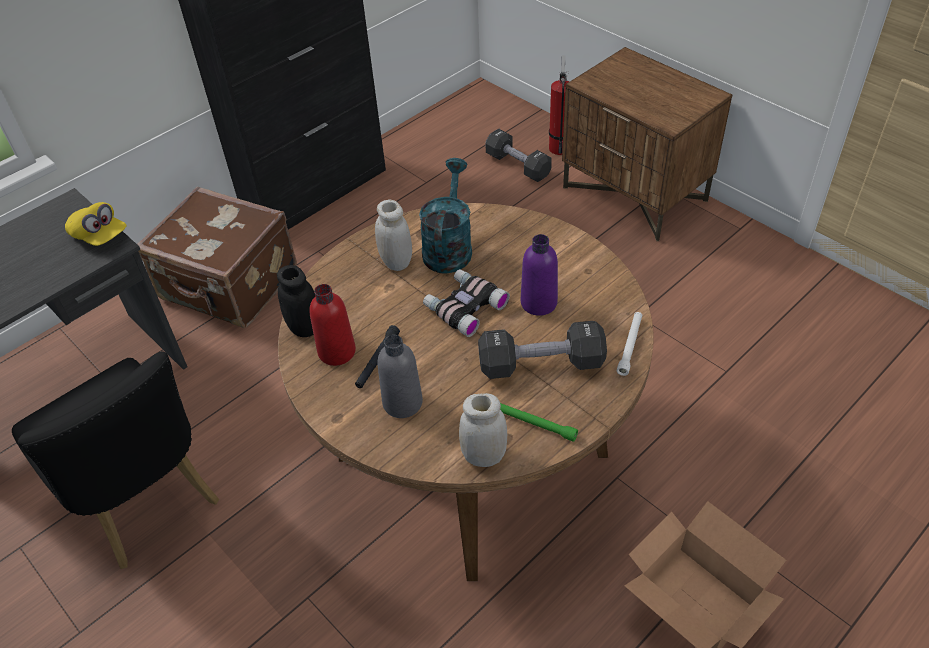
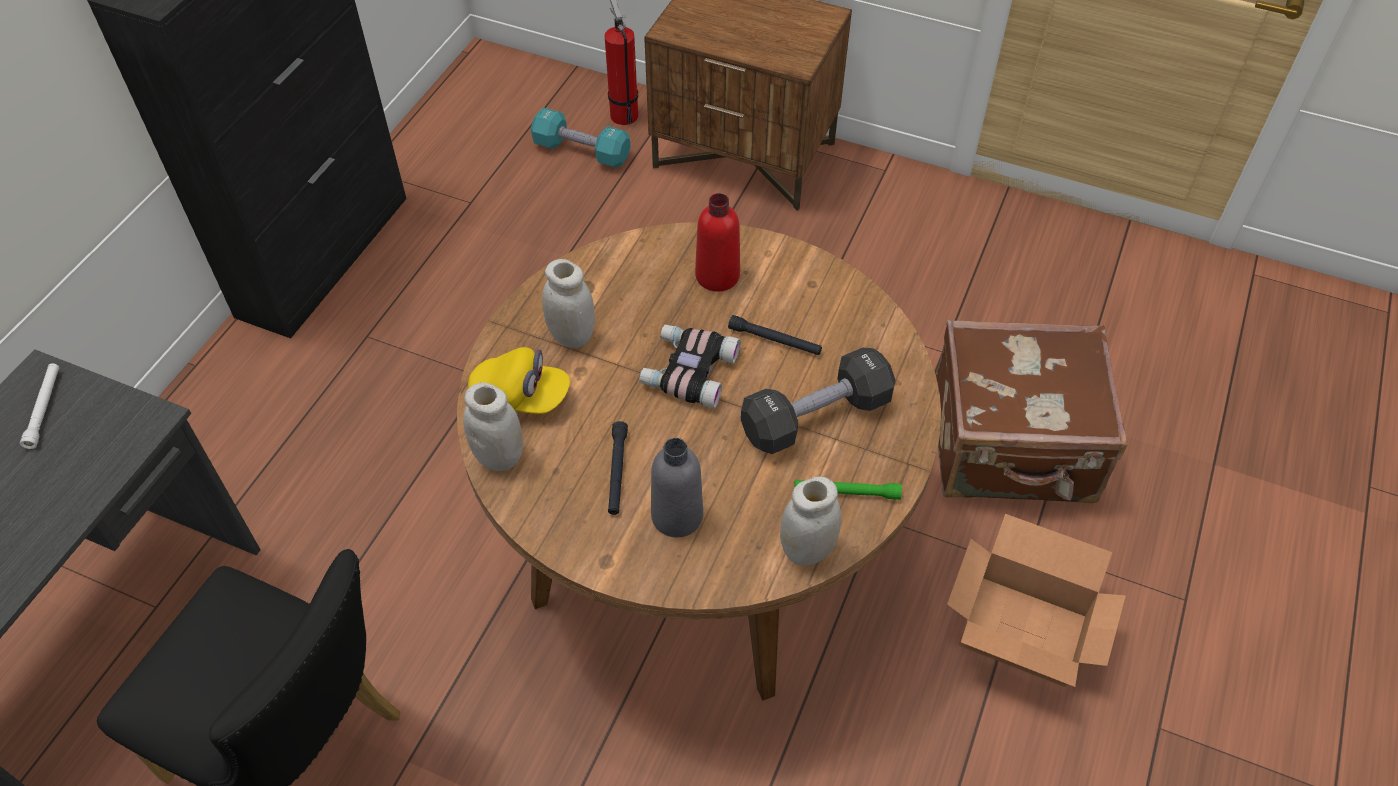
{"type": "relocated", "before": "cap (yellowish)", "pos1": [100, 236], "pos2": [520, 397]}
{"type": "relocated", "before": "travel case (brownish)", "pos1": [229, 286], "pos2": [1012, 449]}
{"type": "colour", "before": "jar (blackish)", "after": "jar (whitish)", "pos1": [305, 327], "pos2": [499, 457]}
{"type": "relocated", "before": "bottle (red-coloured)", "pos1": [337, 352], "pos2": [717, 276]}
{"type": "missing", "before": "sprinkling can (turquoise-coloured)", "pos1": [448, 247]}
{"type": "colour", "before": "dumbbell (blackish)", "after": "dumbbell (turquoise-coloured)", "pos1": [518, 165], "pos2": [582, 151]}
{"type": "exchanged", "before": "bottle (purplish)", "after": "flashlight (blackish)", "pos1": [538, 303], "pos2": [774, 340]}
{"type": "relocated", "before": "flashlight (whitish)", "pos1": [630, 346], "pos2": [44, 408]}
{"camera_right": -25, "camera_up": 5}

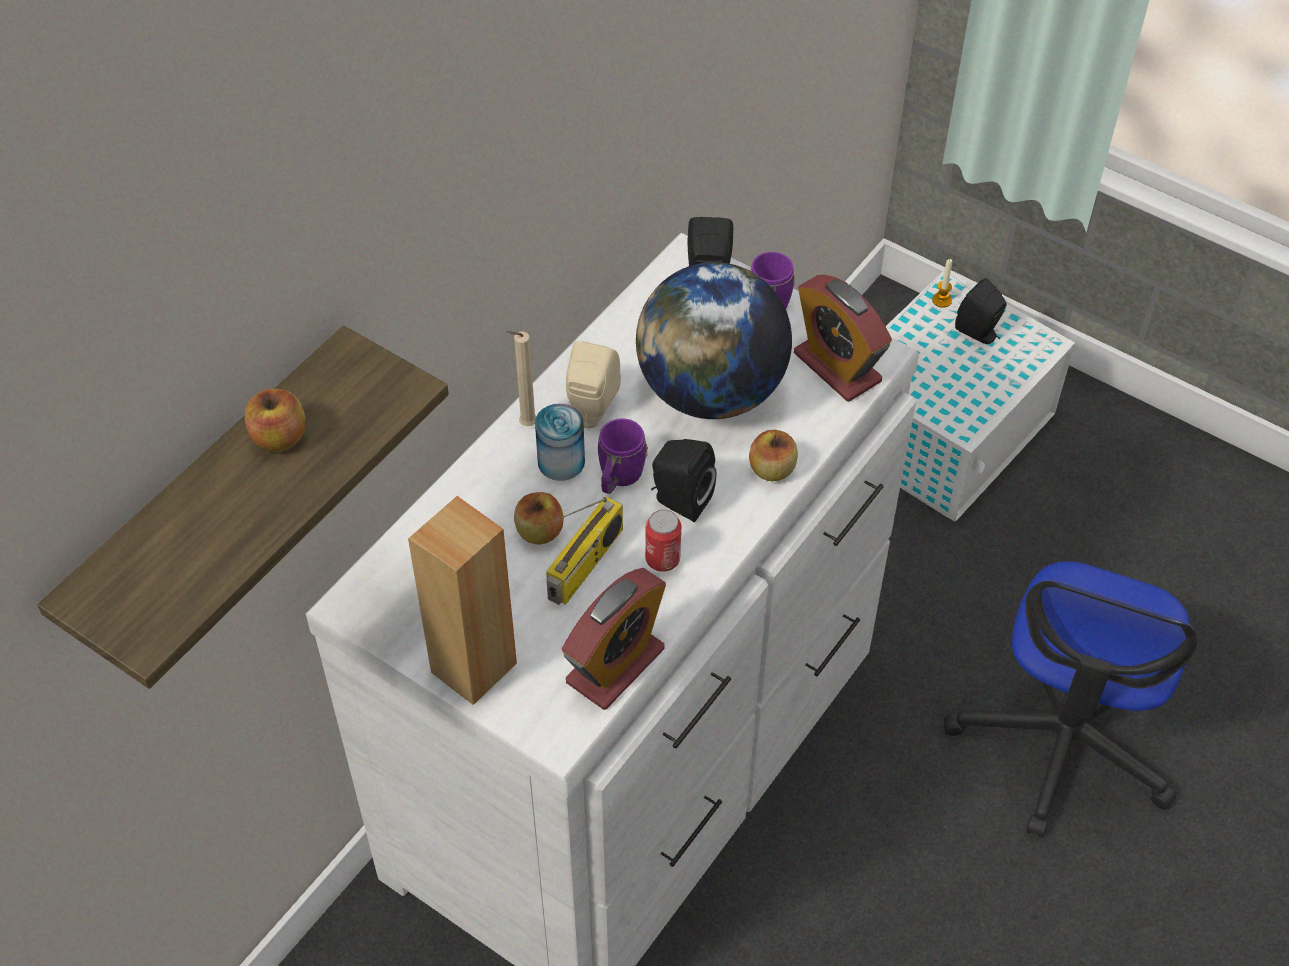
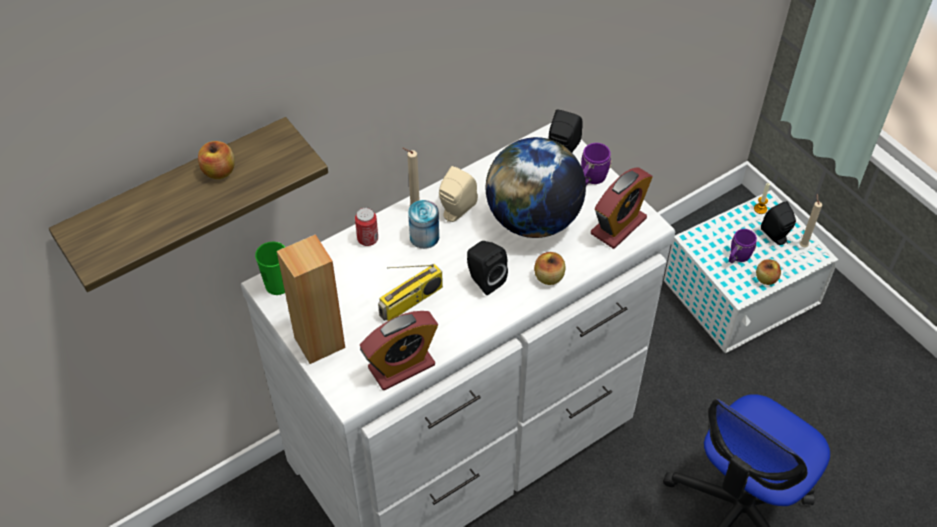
{"type": "relocated", "before": "apple", "pos1": [539, 532], "pos2": [766, 279]}
{"type": "relocated", "before": "coffee mug (purplish)", "pos1": [618, 479], "pos2": [737, 257]}
{"type": "relocated", "before": "can", "pos1": [662, 559], "pos2": [367, 239]}
{"type": "spun", "before": "bedside clock", "pos1": [837, 367], "pos2": [618, 226], "turn": -120}
{"type": "appeared", "after": "cup (greenish)", "pos2": [277, 285]}
{"type": "appeared", "after": "candle (sand-coloured)", "pos2": [802, 245]}
{"camera_right": 20, "camera_up": 0}

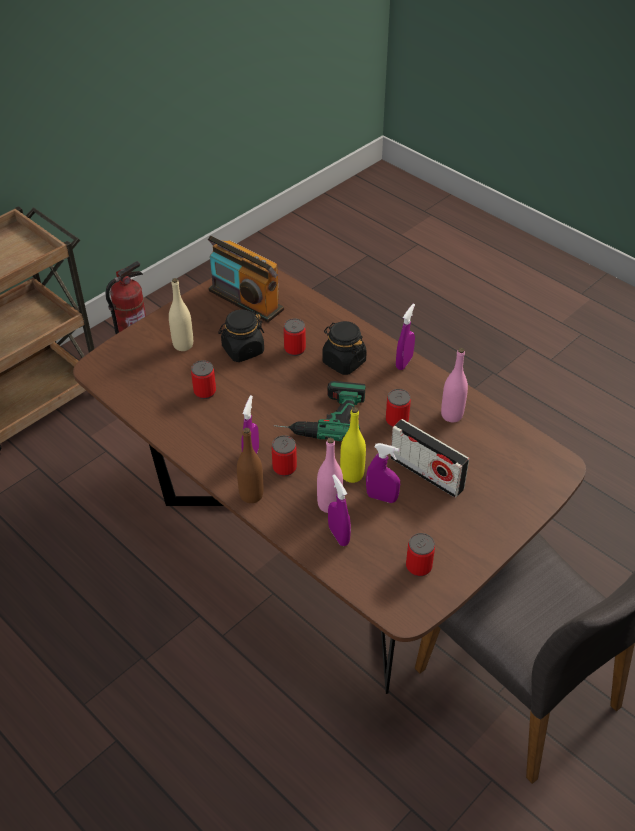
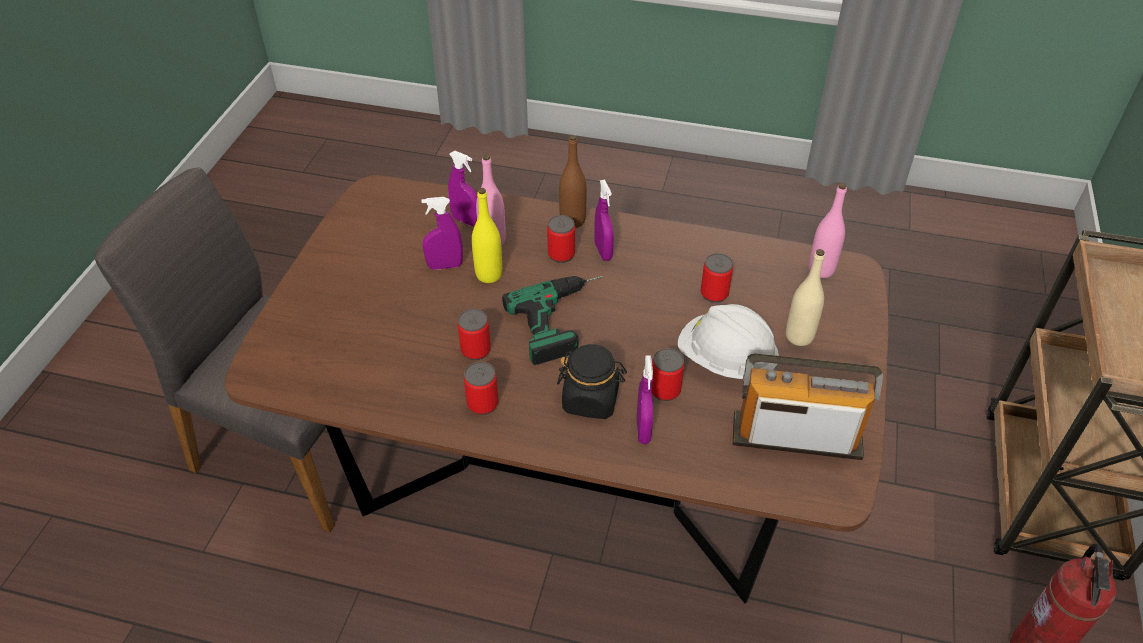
{"type": "exchanged", "before": "jar (blackish)", "after": "hard hat (whitish)", "pos1": [242, 350], "pos2": [725, 361]}
{"type": "missing", "before": "radio", "pos1": [426, 473]}
{"type": "relocated", "before": "sprayer (purplish)", "pos1": [404, 362], "pos2": [643, 430]}
{"type": "relocated", "before": "can", "pos1": [418, 566], "pos2": [482, 404]}
{"type": "relocated", "before": "bottle (pinkish)", "pos1": [451, 415], "pos2": [821, 270]}
{"camera_right": 150, "camera_up": 0}

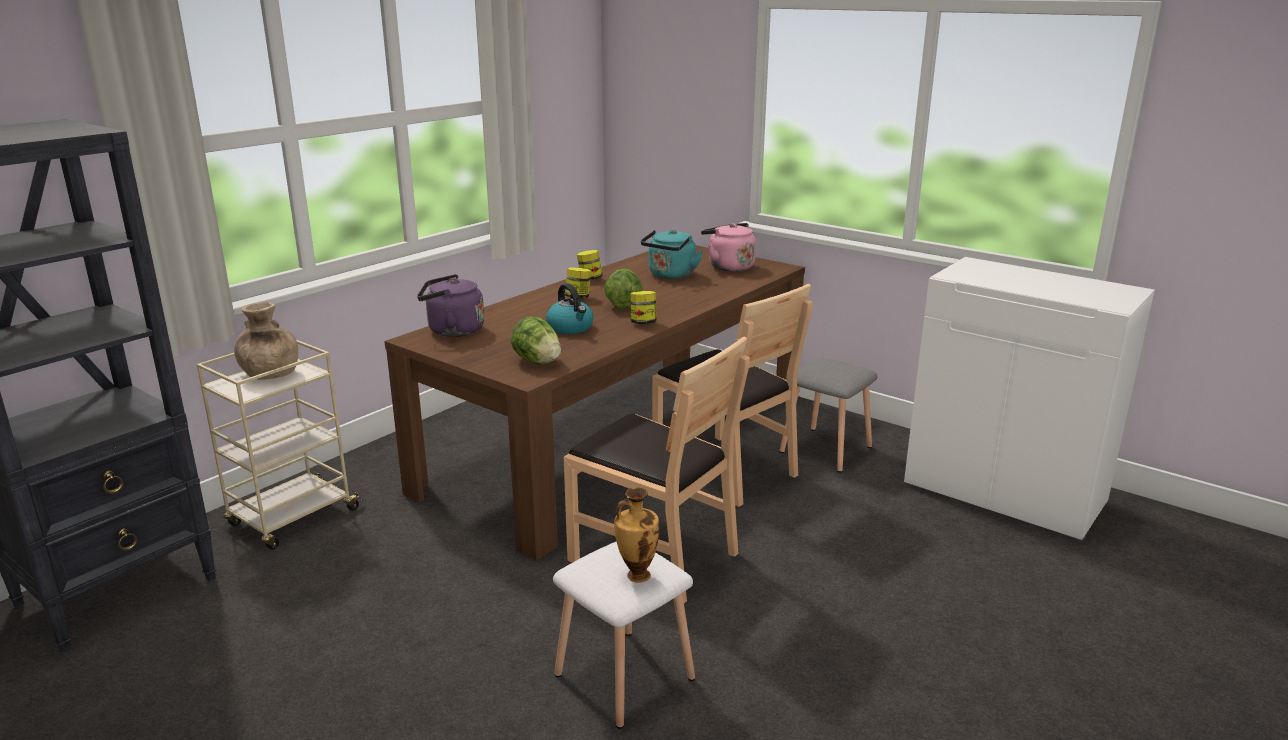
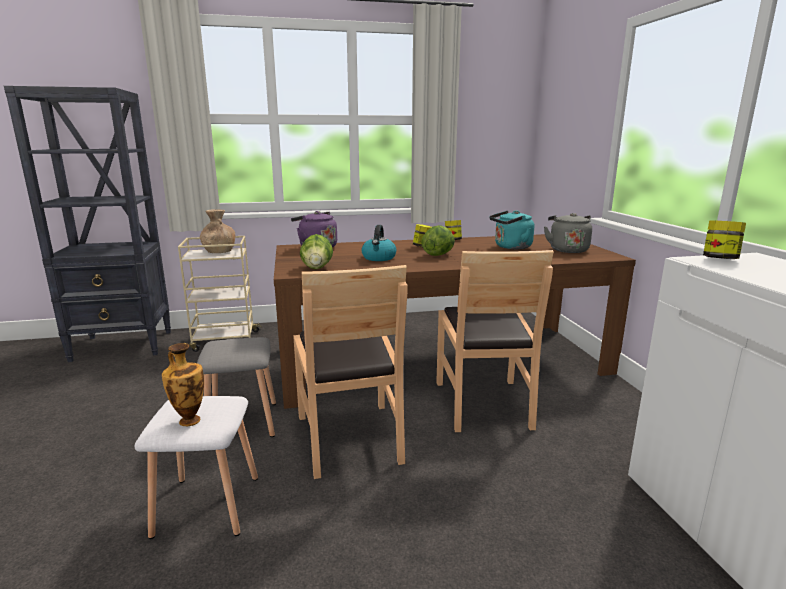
{"type": "relocated", "before": "jar", "pos1": [643, 323], "pos2": [720, 259]}
{"type": "colour", "before": "water kettle (pinkish)", "after": "water kettle (gray)", "pos1": [728, 266], "pos2": [567, 250]}
{"type": "relocated", "before": "stool seat (gray)", "pos1": [827, 449], "pos2": [243, 423]}
{"camera_right": 40, "camera_up": -5}

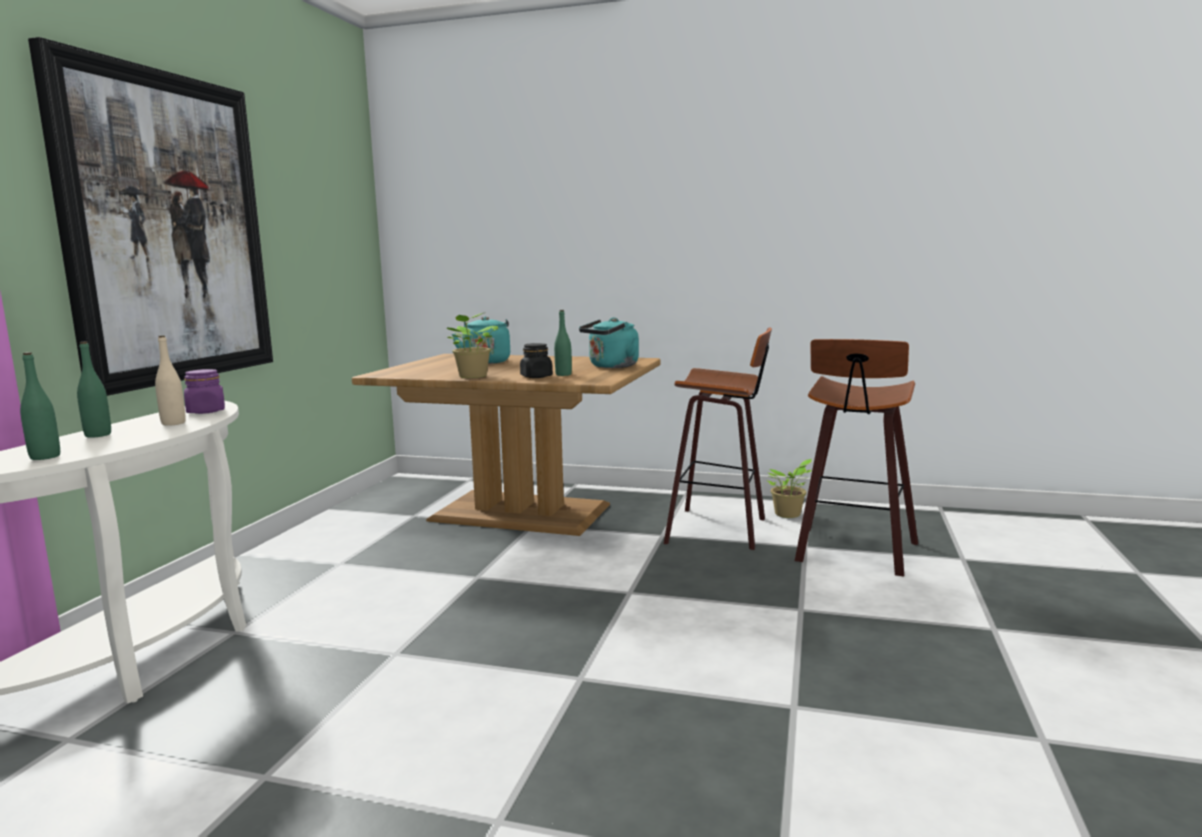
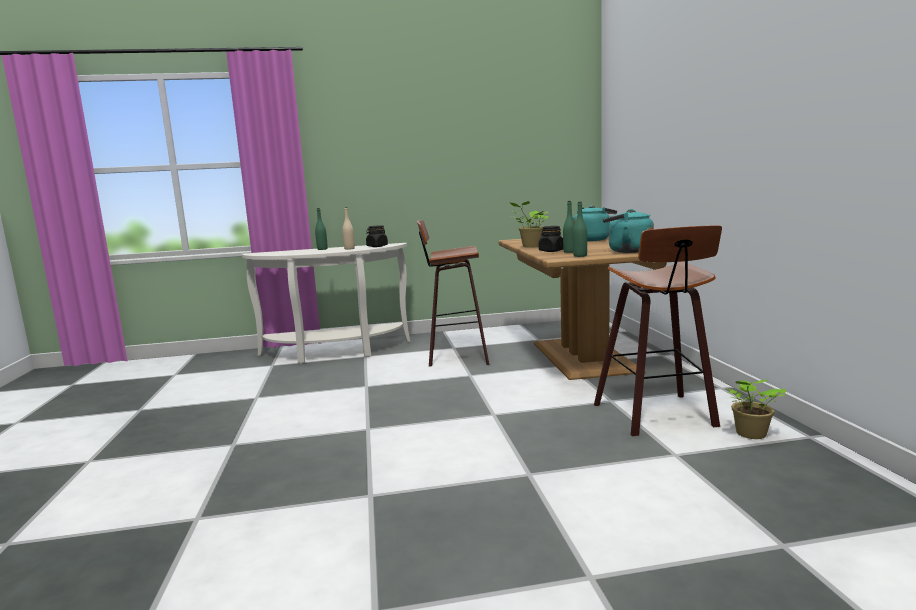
{"type": "relocated", "before": "bottle (greenish)", "pos1": [45, 457], "pos2": [580, 256]}
{"type": "missing", "before": "wall picture", "pos1": [167, 229]}
{"type": "colour", "before": "jar (purplish)", "after": "jar (blackish)", "pos1": [206, 411], "pos2": [377, 246]}
{"type": "relocated", "before": "stool seat", "pos1": [854, 553], "pos2": [456, 355]}
{"camera_right": 65, "camera_up": 0}

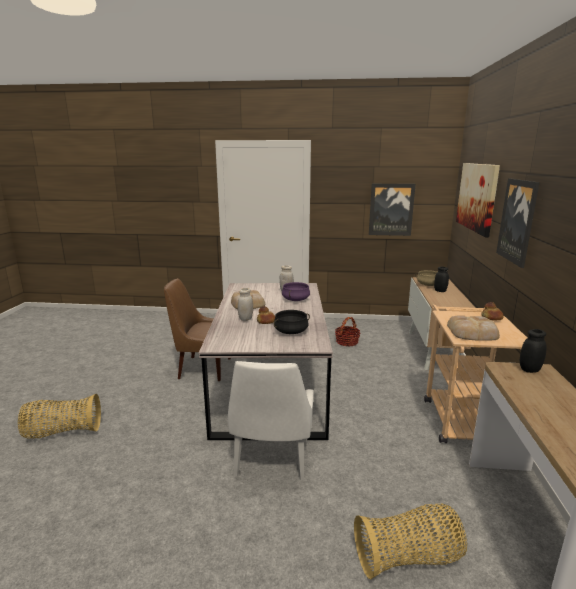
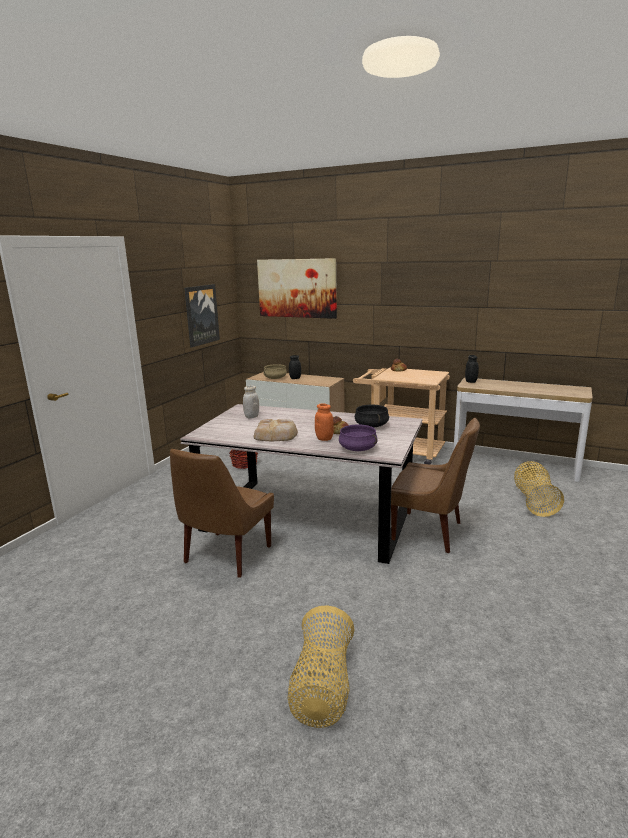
{"type": "colour", "before": "plain chair (whitish)", "after": "plain chair (brownish)", "pos1": [271, 460], "pos2": [430, 532]}
{"type": "colour", "before": "jar (whitish)", "after": "jar (orangey)", "pos1": [246, 319], "pos2": [324, 439]}
{"type": "relocated", "before": "stockpot (purplish)", "pos1": [296, 299], "pos2": [358, 448]}
{"type": "missing", "before": "bakery bread", "pos1": [473, 333]}
{"type": "missing", "before": "wall picture", "pos1": [518, 221]}
{"camera_right": -70, "camera_up": 0}

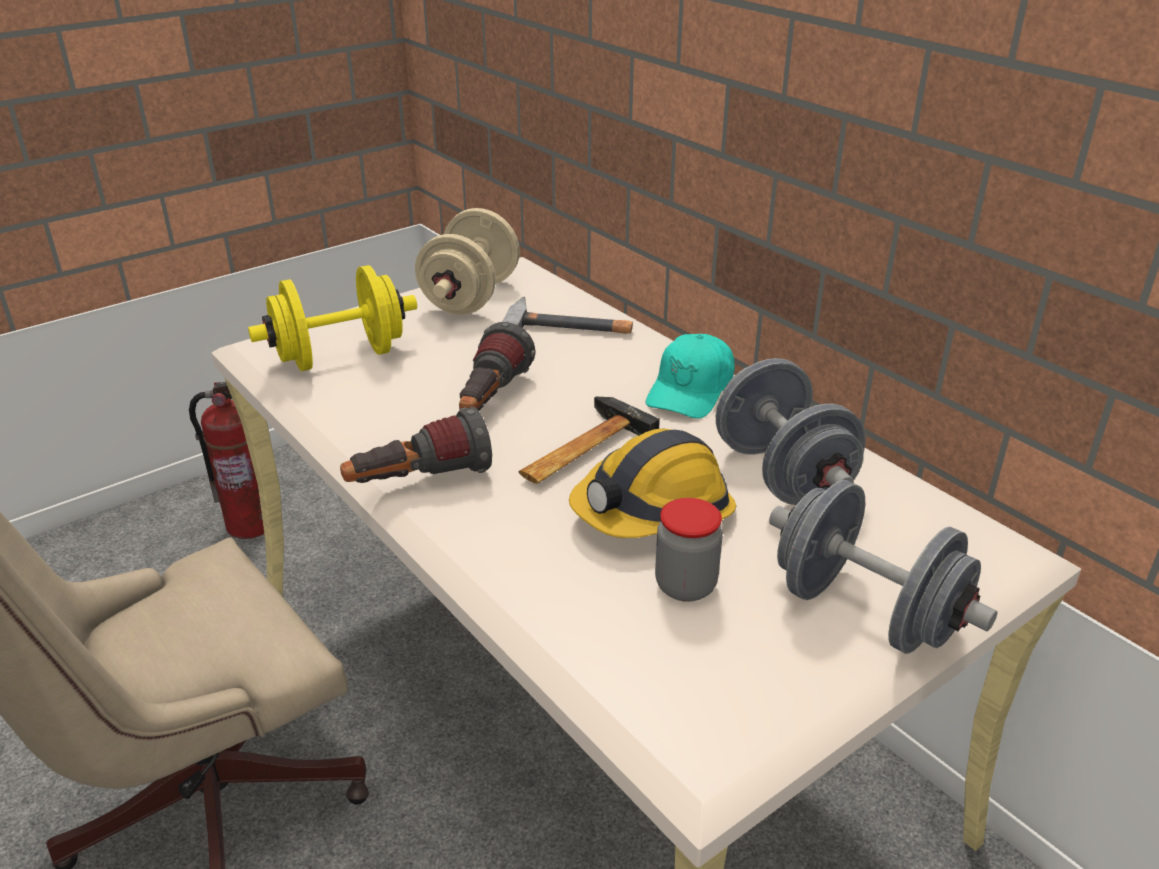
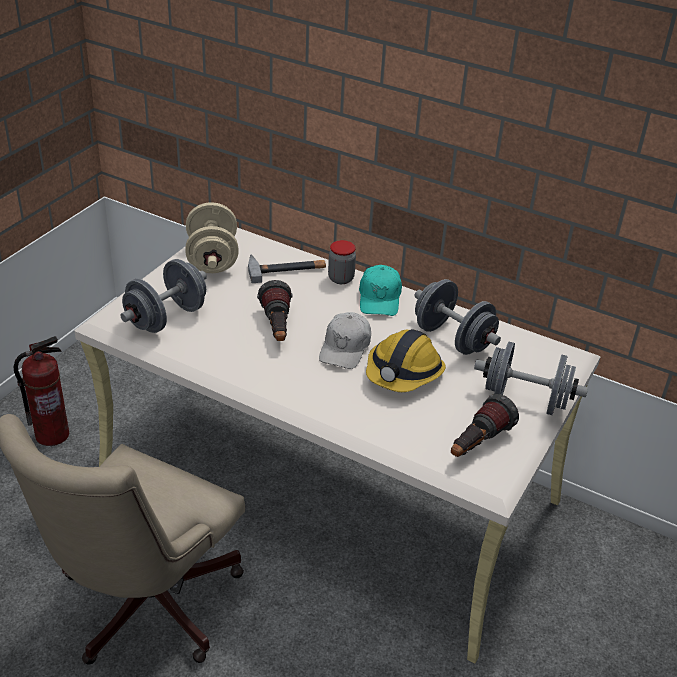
{"type": "colour", "before": "dumbbell (yellowish)", "after": "dumbbell (gray)", "pos1": [340, 357], "pos2": [166, 318]}
{"type": "relocated", "before": "flashlight", "pos1": [419, 482], "pos2": [477, 444]}
{"type": "exchanged", "before": "hand hammer", "after": "cap (whitish)", "pos1": [579, 450], "pos2": [345, 348]}
{"type": "relocated", "before": "jar", "pos1": [685, 586], "pos2": [341, 278]}
{"camera_right": -25, "camera_up": 5}

